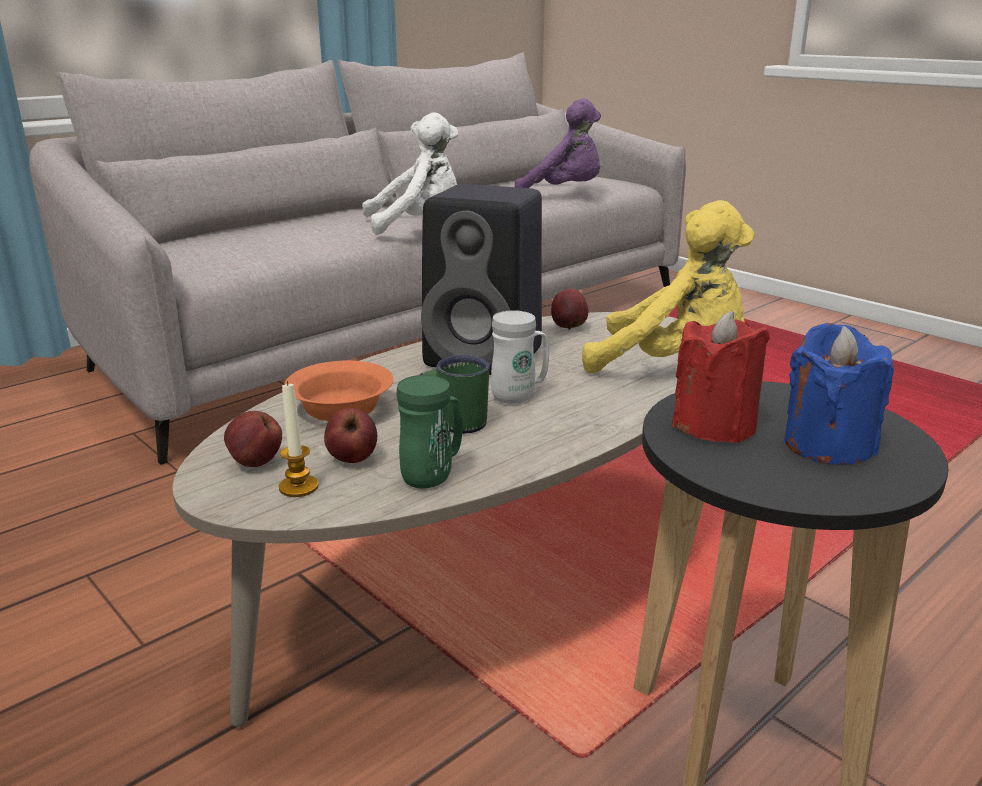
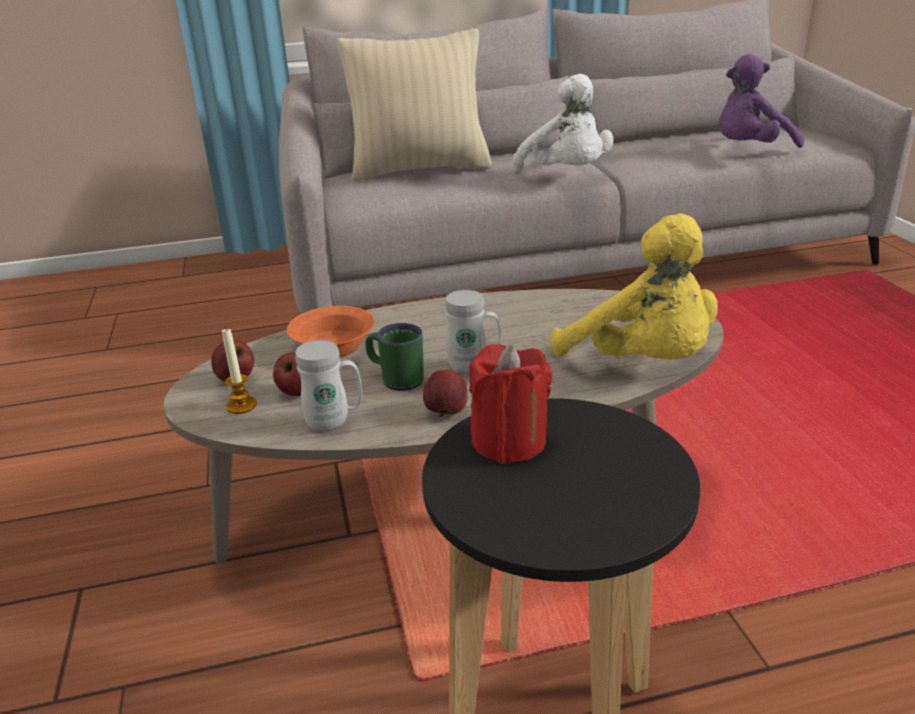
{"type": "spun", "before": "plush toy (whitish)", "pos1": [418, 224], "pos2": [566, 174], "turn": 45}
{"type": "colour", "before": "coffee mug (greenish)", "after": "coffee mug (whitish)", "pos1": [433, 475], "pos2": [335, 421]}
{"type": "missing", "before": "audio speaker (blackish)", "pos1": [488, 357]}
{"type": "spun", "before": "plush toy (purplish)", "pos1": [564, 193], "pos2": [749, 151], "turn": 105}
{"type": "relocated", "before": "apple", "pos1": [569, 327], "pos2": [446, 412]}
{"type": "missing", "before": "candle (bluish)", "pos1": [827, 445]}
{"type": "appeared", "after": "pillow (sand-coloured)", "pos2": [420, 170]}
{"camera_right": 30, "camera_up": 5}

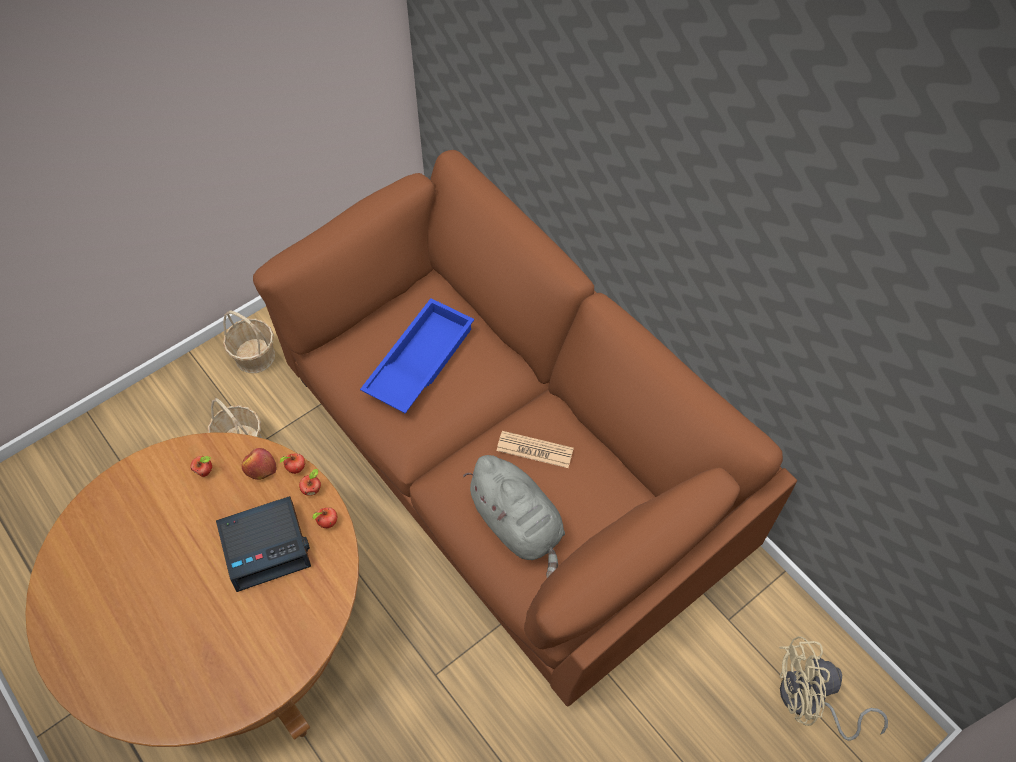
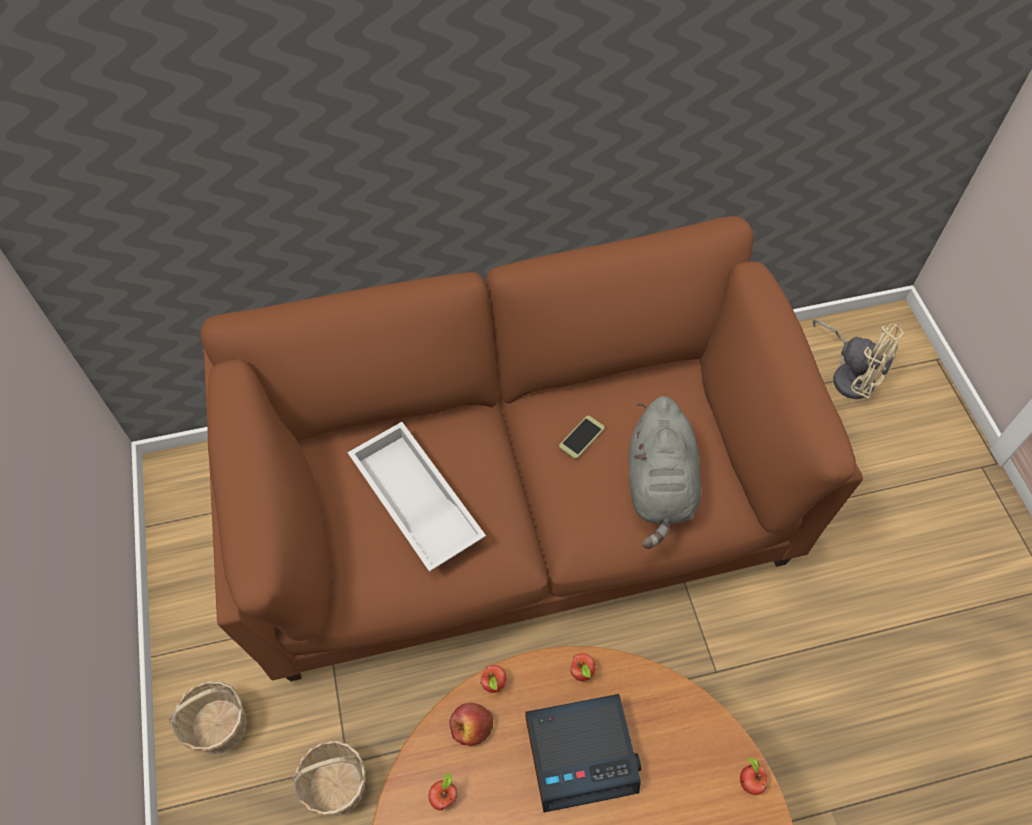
{"type": "spun", "before": "bedside clock", "pos1": [266, 546], "pos2": [581, 753], "turn": 75}
{"type": "relocated", "before": "apple", "pos1": [312, 489], "pos2": [749, 781]}
{"type": "colour", "before": "tray (bluish)", "after": "tray (whitish)", "pos1": [418, 361], "pos2": [413, 502]}
{"type": "spun", "before": "plush toy (gray)", "pos1": [518, 525], "pos2": [660, 487], "turn": 105}
{"type": "exchanged", "before": "daily paper", "after": "telephone", "pos1": [534, 450], "pos2": [581, 437]}
{"type": "spun", "before": "fan (sand-coloured)", "pos1": [810, 702], "pos2": [850, 375], "turn": -75}
{"camera_right": -65, "camera_up": 0}

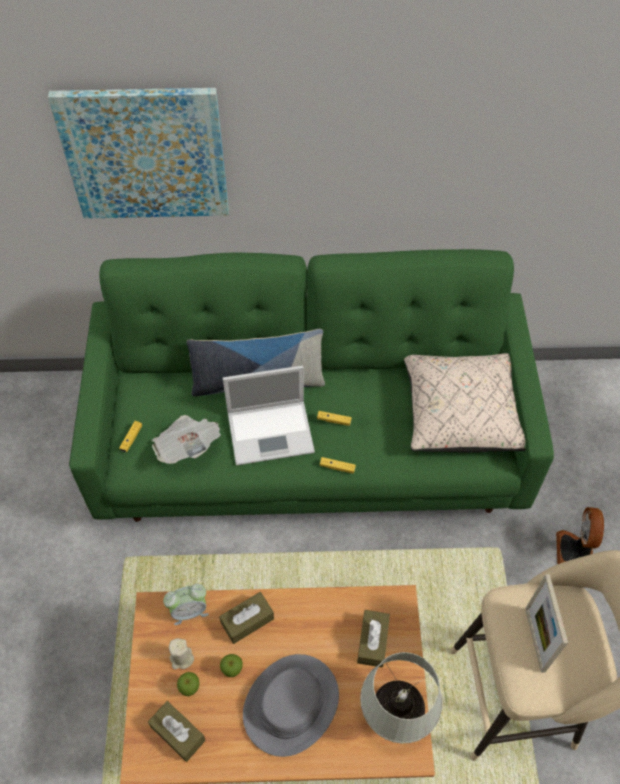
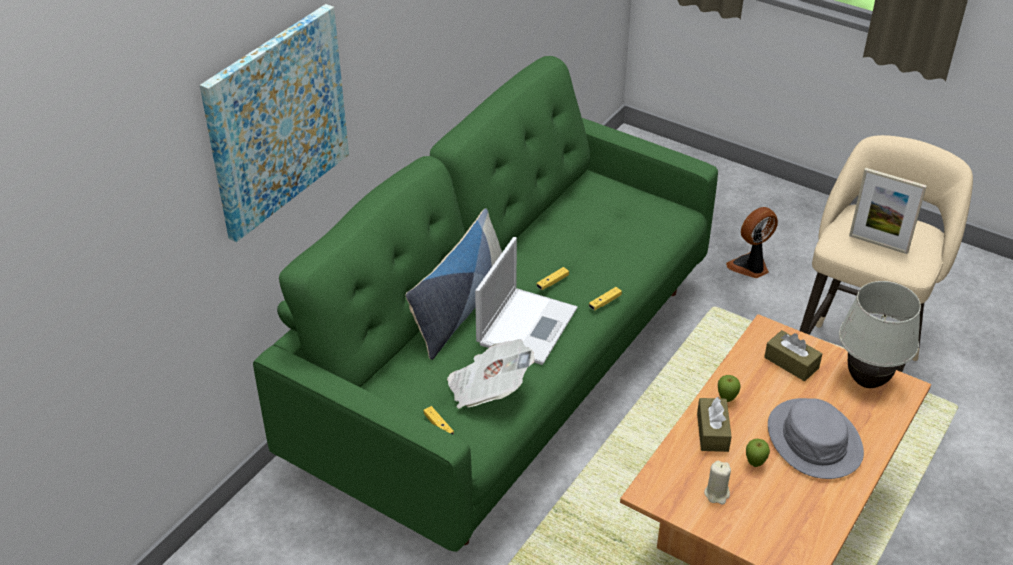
{"type": "missing", "before": "tissue holder (brownish)", "pos1": [178, 733]}
{"type": "missing", "before": "bedside clock", "pos1": [189, 611]}
{"type": "relocated", "before": "apple", "pos1": [190, 689], "pos2": [726, 399]}
{"type": "missing", "before": "pillow (sand-coloured)", "pos1": [460, 413]}
{"type": "spun", "before": "fan", "pos1": [574, 550], "pos2": [750, 267], "turn": 105}
{"camera_right": -55, "camera_up": -15}

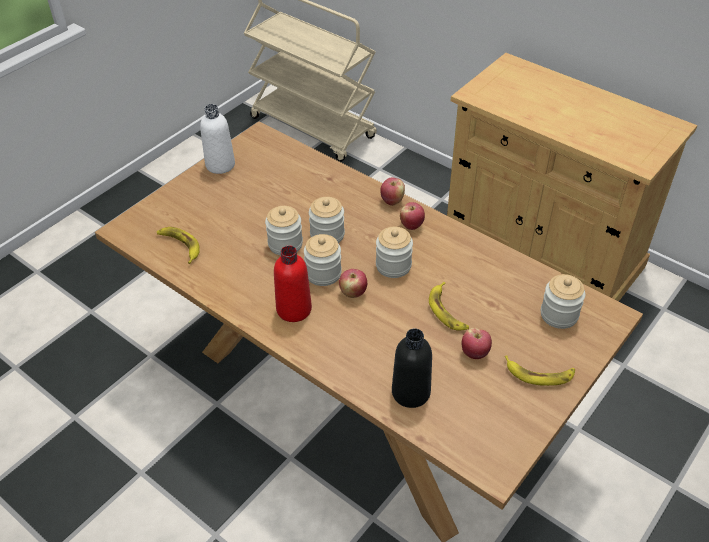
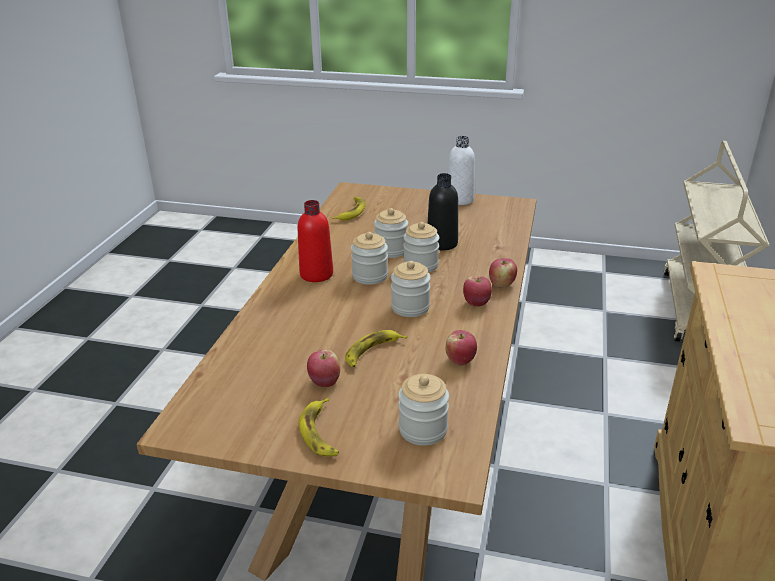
{"type": "relocated", "before": "apple", "pos1": [353, 293], "pos2": [460, 361]}
{"type": "relocated", "before": "bottle (blackish)", "pos1": [411, 392], "pos2": [442, 243]}
{"camera_right": 65, "camera_up": -15}

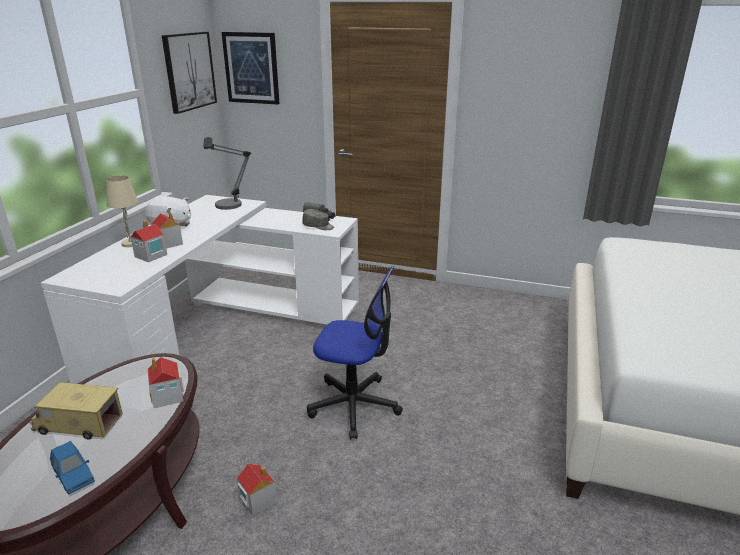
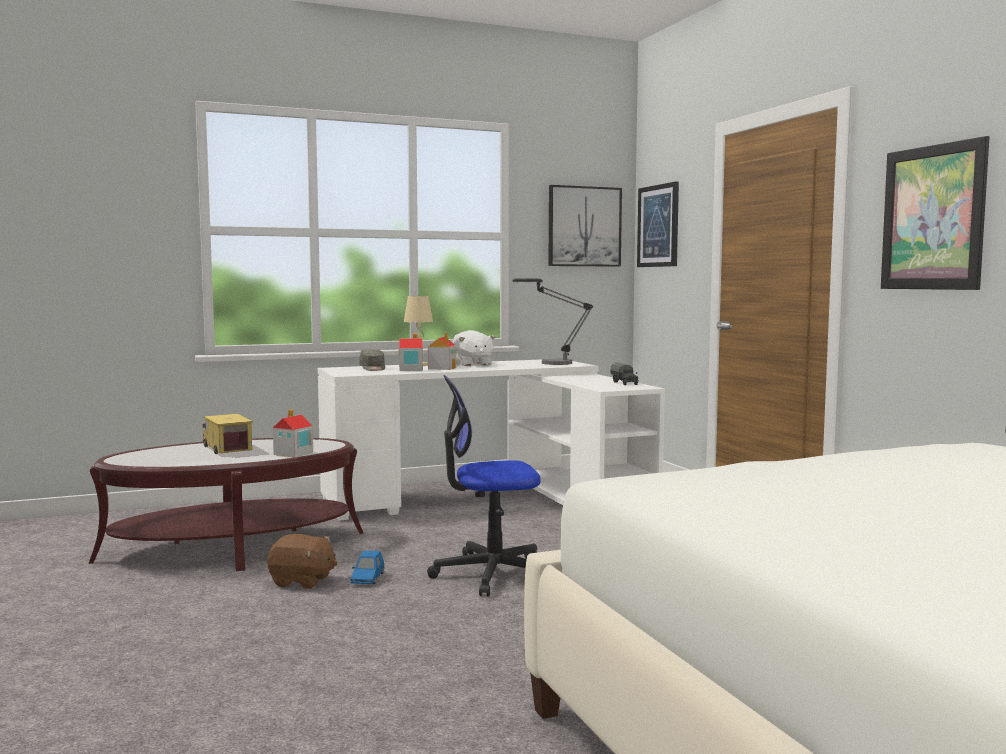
{"type": "relocated", "before": "toy car (bluish)", "pos1": [73, 475], "pos2": [367, 579]}
{"type": "exchanged", "before": "toy house", "after": "plush toy (brownish)", "pos1": [257, 499], "pos2": [302, 581]}
{"type": "relocated", "before": "cap (gray)", "pos1": [318, 226], "pos2": [373, 369]}
{"type": "spun", "before": "desk chair", "pos1": [354, 405], "pos2": [491, 573], "turn": 105}
{"type": "appeared", "after": "wall picture", "pos2": [932, 217]}
{"camera_right": 50, "camera_up": -20}

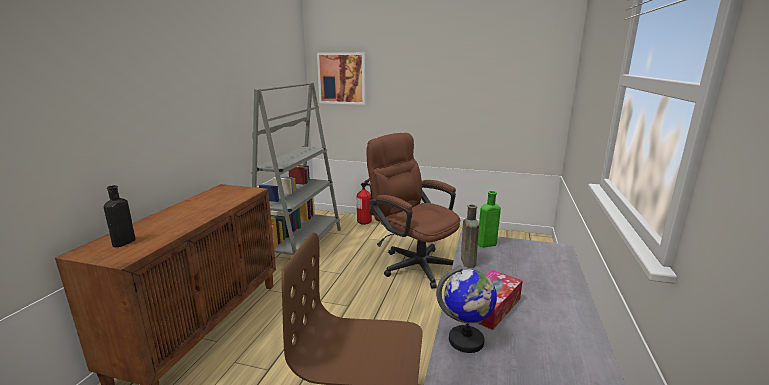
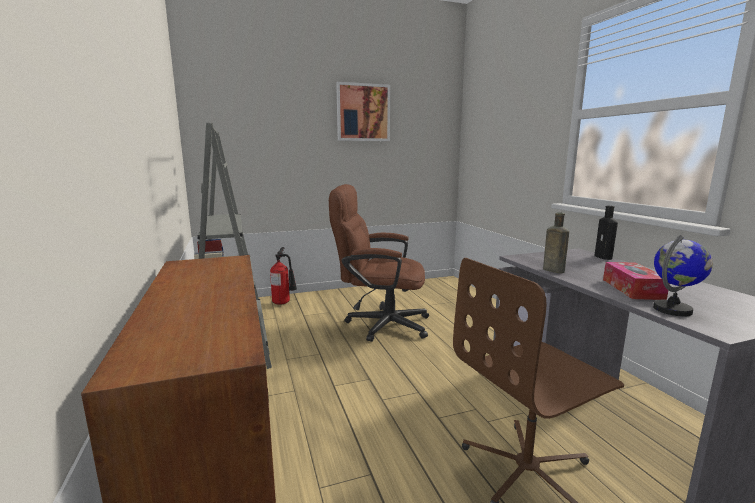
{"type": "relocated", "before": "bottle (blackish)", "pos1": [122, 243], "pos2": [604, 257]}
{"type": "relocated", "before": "wall picture", "pos1": [342, 78], "pos2": [363, 112]}
{"type": "missing", "before": "bottle (greenish)", "pos1": [485, 244]}
{"camera_right": -35, "camera_up": -5}

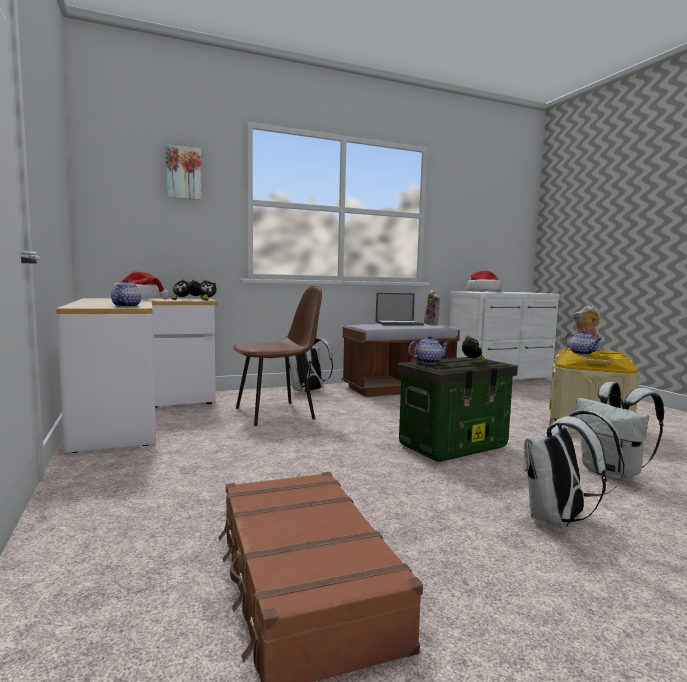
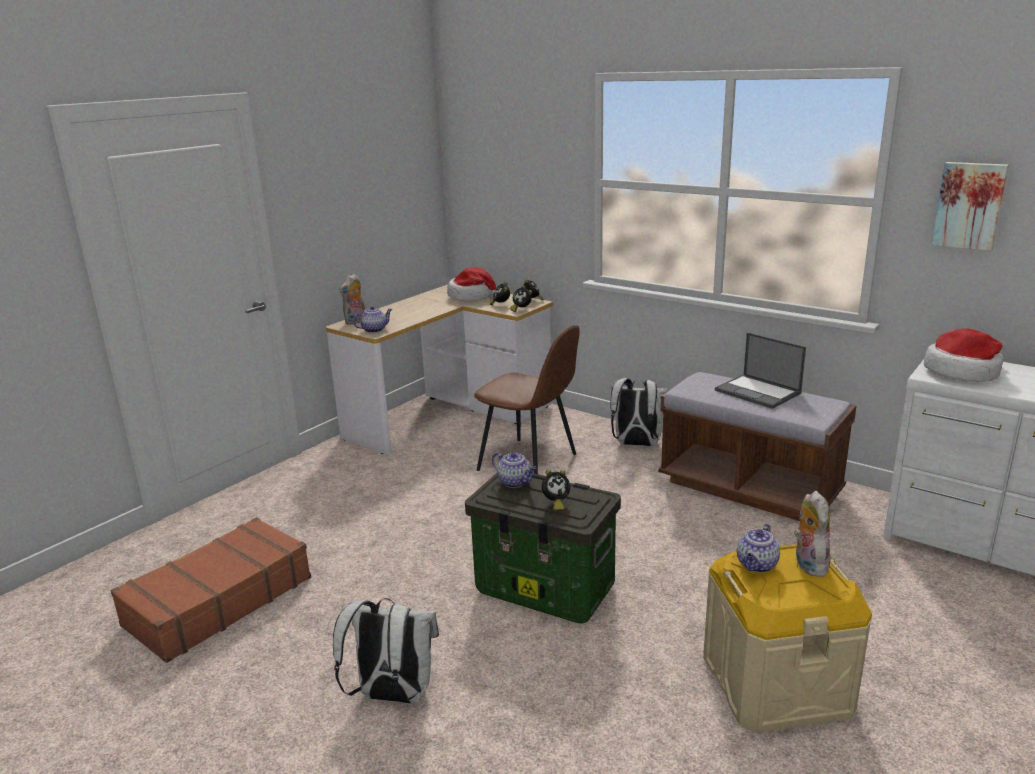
{"type": "relocated", "before": "wall picture", "pos1": [183, 173], "pos2": [969, 205]}
{"type": "relocated", "before": "plush toy", "pos1": [432, 324], "pos2": [356, 322]}
{"type": "missing", "before": "backpack (whitish)", "pos1": [612, 473]}
{"camera_right": 60, "camera_up": 15}

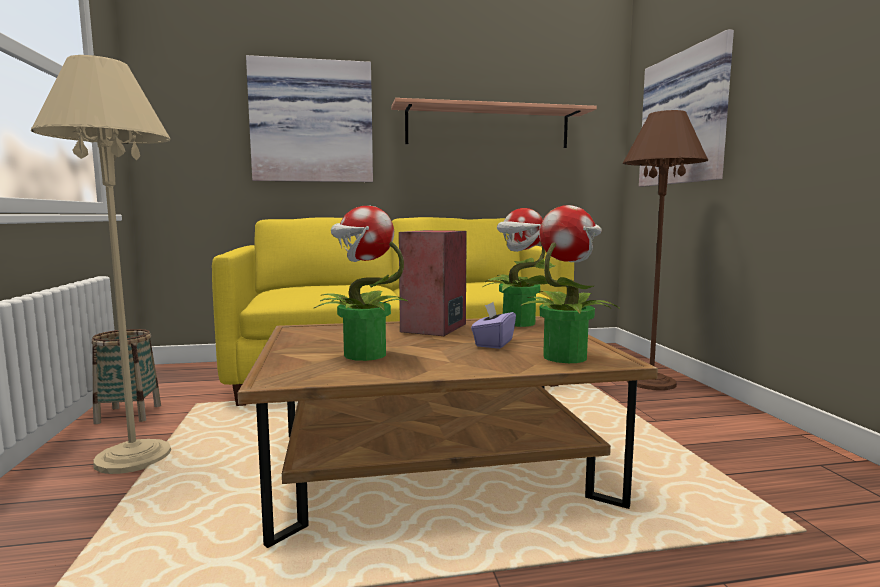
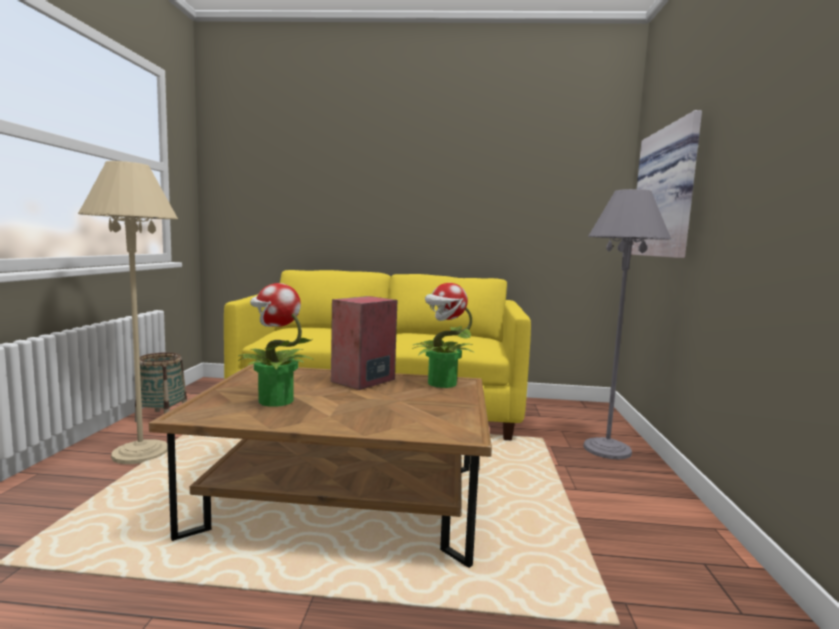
{"type": "missing", "before": "wall picture", "pos1": [312, 122]}
{"type": "missing", "before": "bracket shelf", "pos1": [488, 128]}
{"type": "missing", "before": "tissue holder (purplish)", "pos1": [493, 343]}
{"type": "missing", "before": "houseplant", "pos1": [565, 357]}
{"type": "colour", "before": "floor lamp (brownish)", "after": "floor lamp (gray)", "pos1": [651, 382], "pos2": [607, 449]}
{"camera_right": 15, "camera_up": 0}

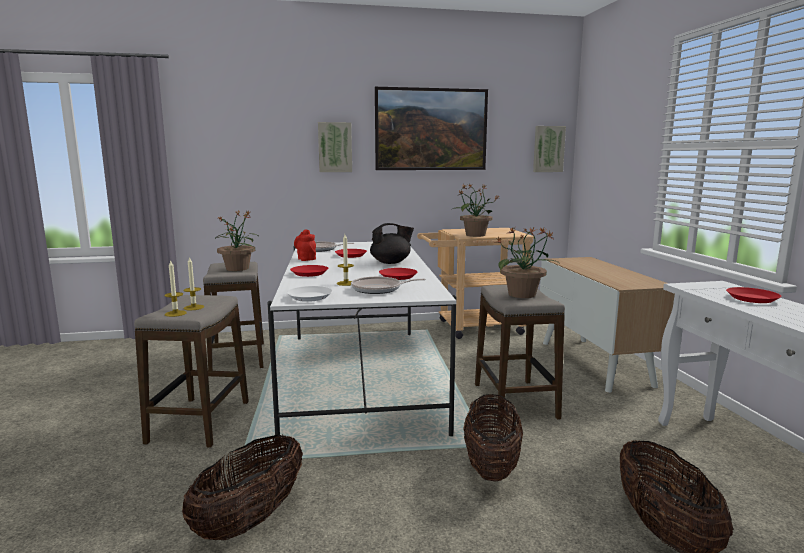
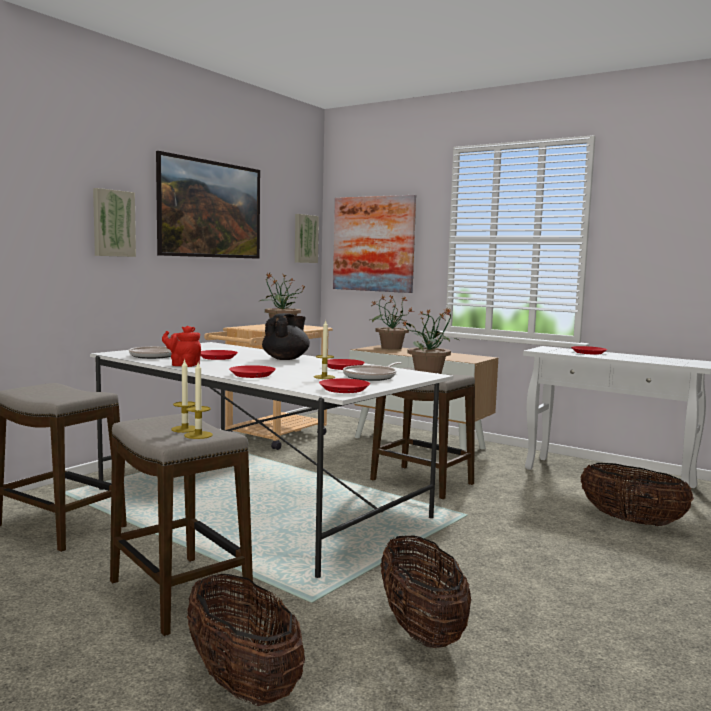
{"type": "relocated", "before": "houseplant", "pos1": [237, 268], "pos2": [390, 348]}
{"type": "colour", "before": "dinner plate (whitish)", "after": "dinner plate (red-coloured)", "pos1": [310, 297], "pos2": [344, 389]}
{"type": "relocated", "before": "storage basket", "pos1": [491, 466], "pos2": [242, 683]}
{"type": "appeared", "after": "wall picture", "pos2": [373, 244]}
{"camera_right": -45, "camera_up": -5}

